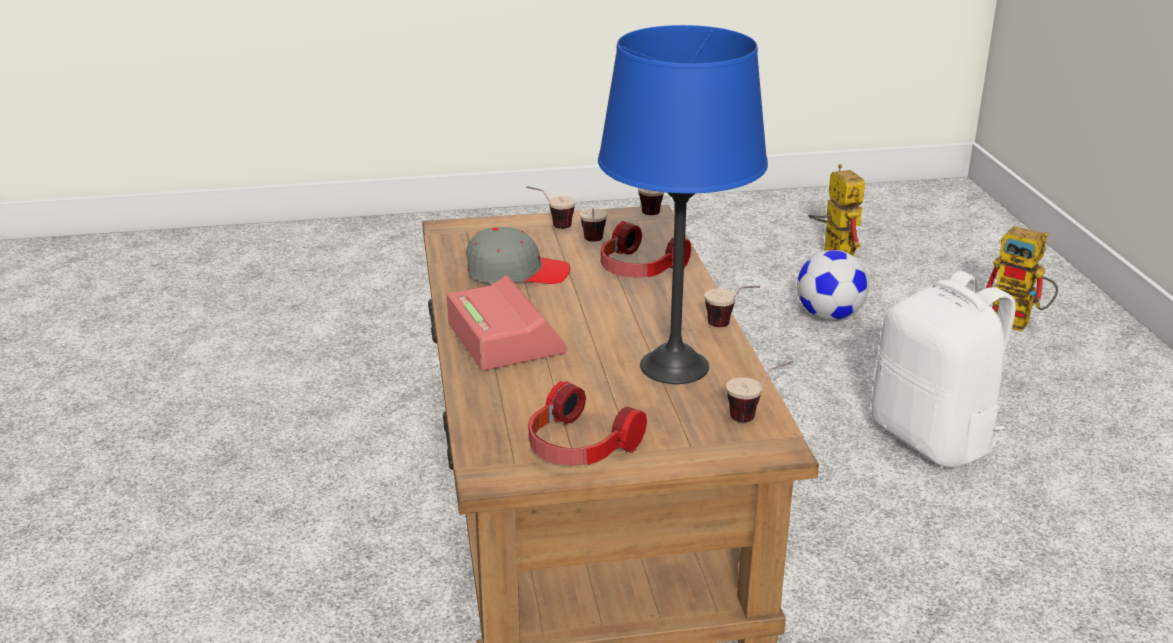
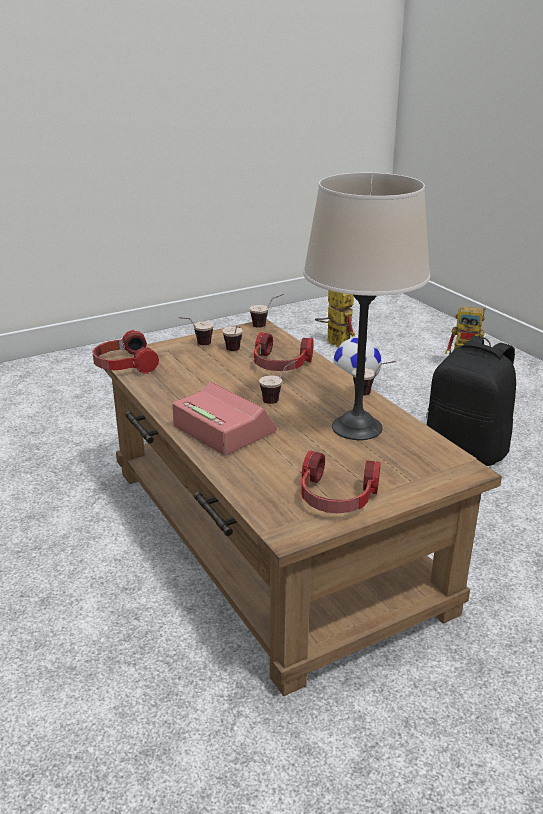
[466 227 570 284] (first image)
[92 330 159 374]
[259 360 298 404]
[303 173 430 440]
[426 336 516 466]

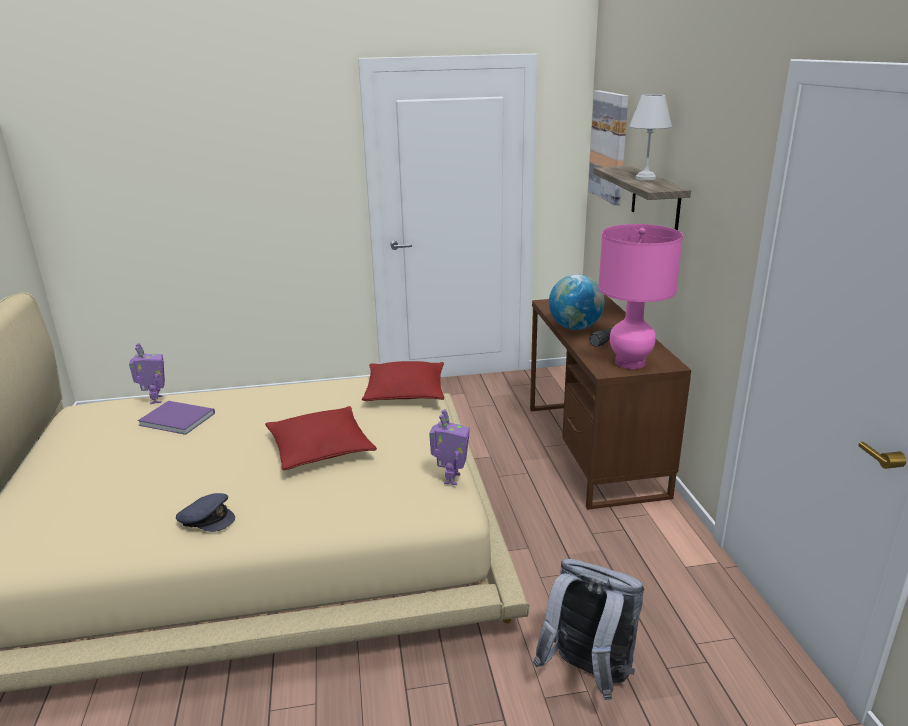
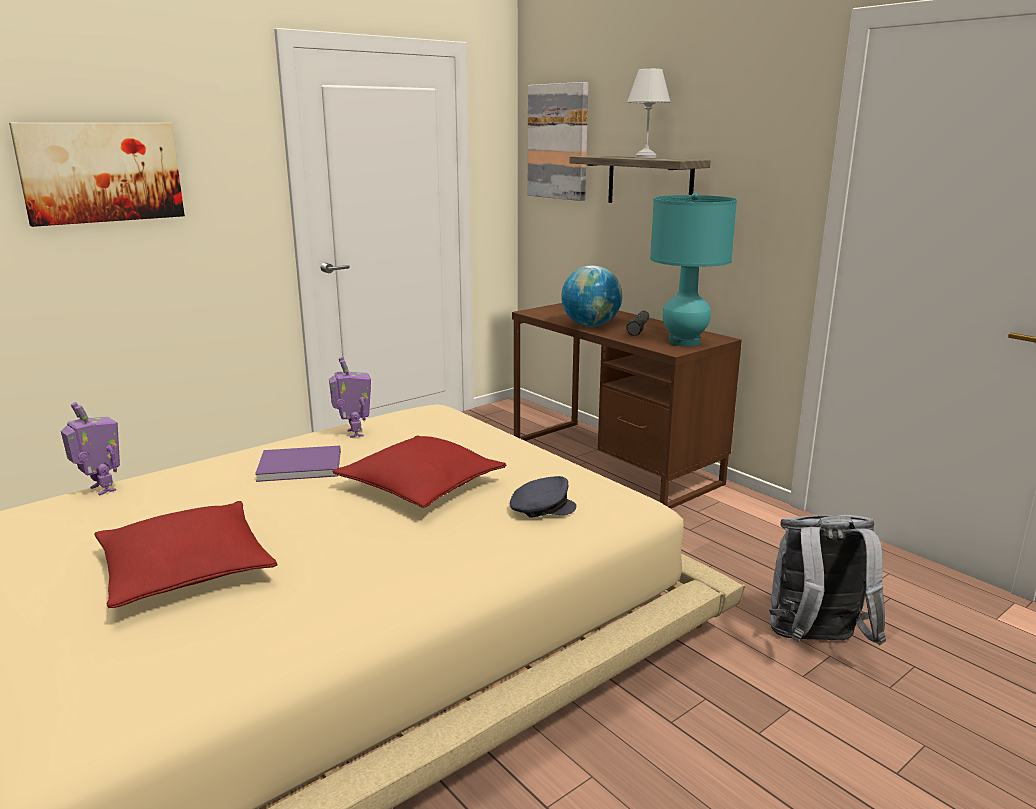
[9 123 185 227]
[255 446 341 482]
[510 476 576 517]
[95 501 278 608]
[329 357 371 438]
[650 192 737 346]

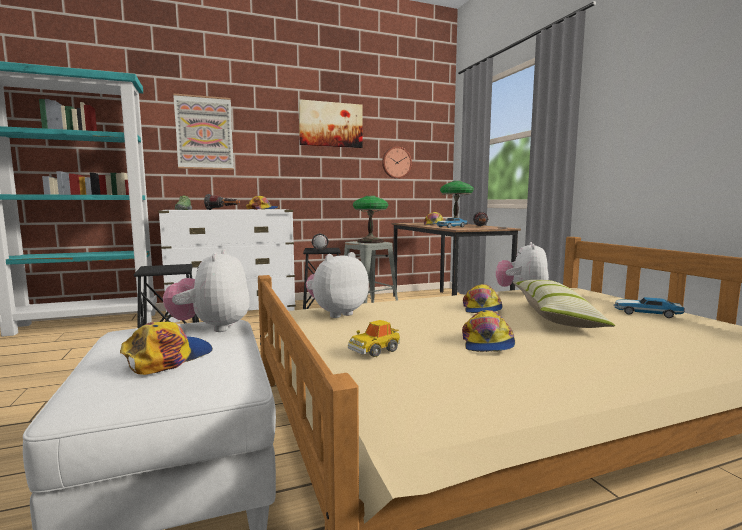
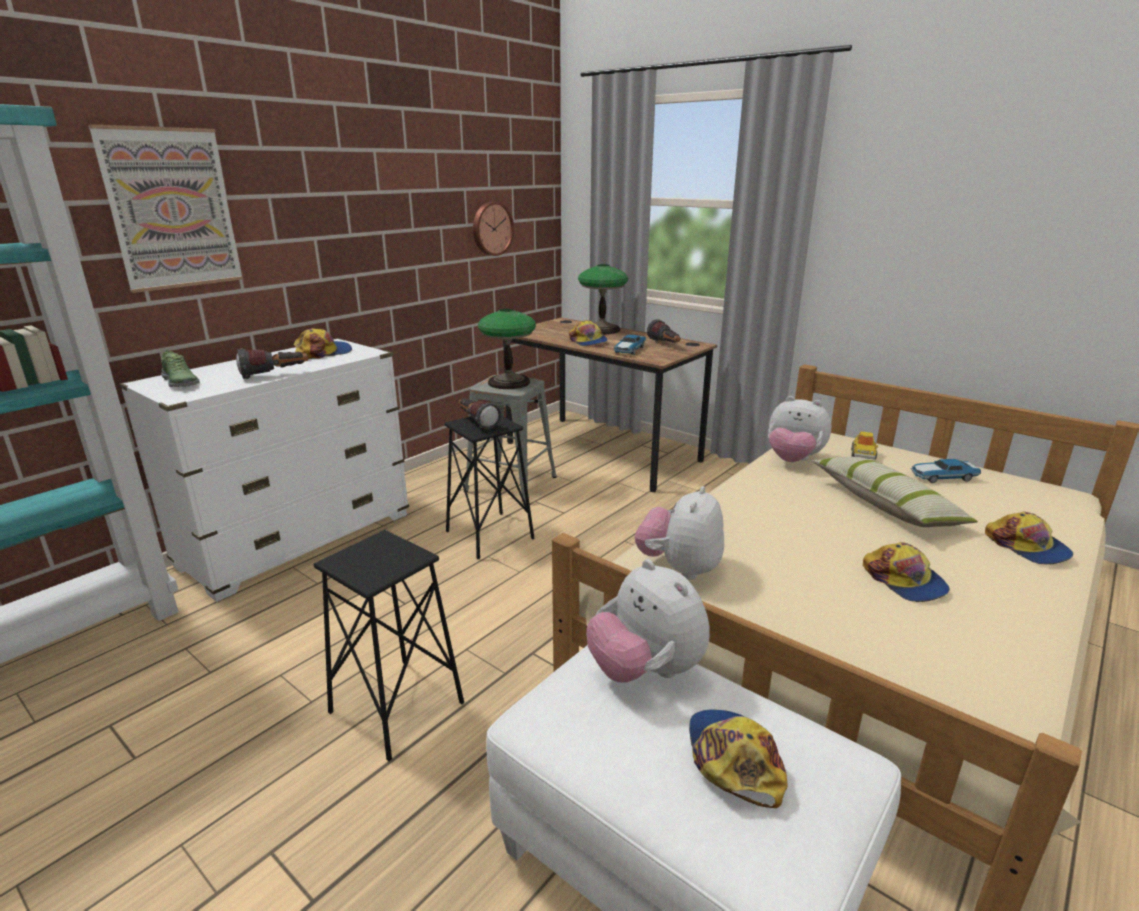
[298 99 363 148] (first image)
[851 432 878 460]
[985 511 1073 564]
[768 396 832 462]

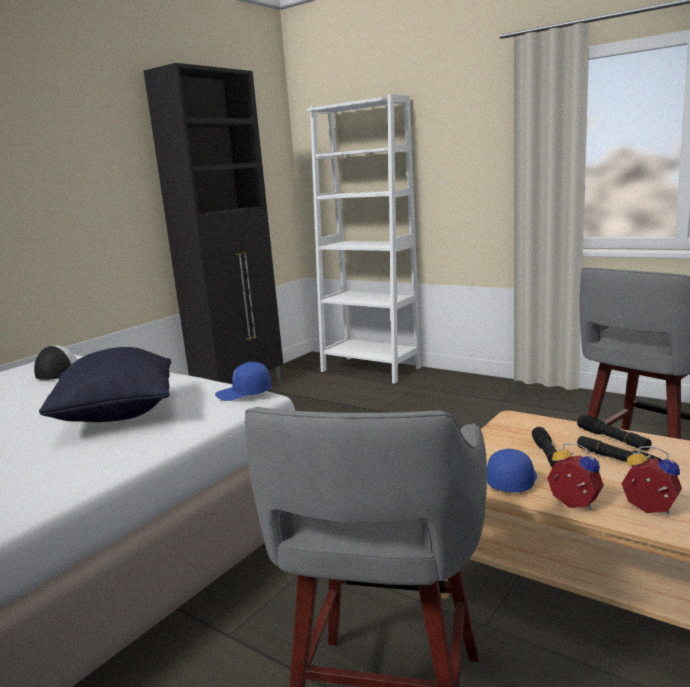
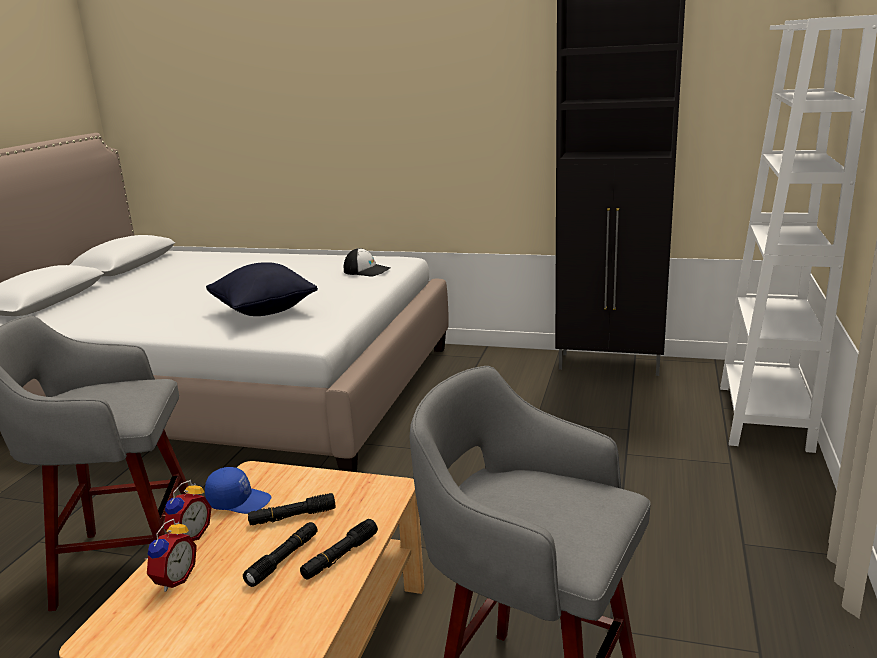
[215 362 271 401] (first image)

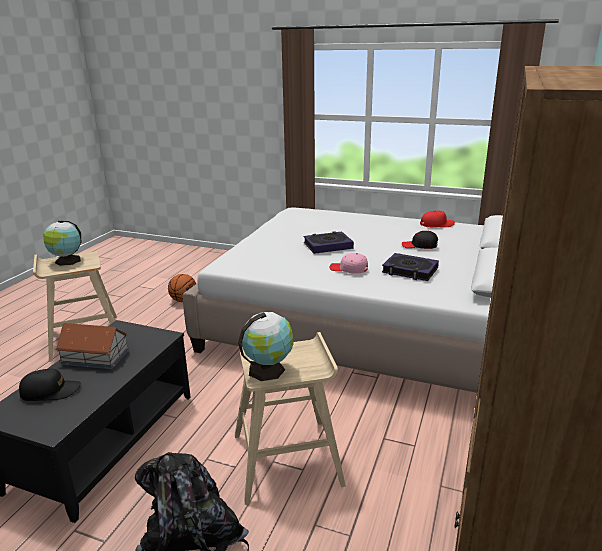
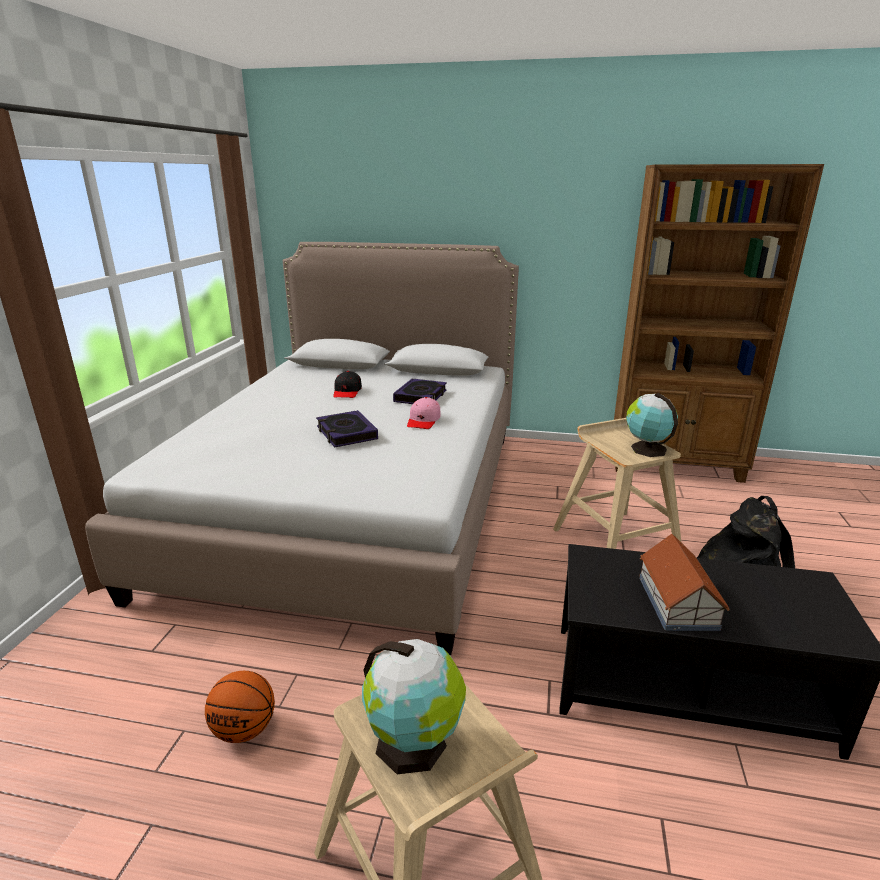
[19 369 81 401] (first image)
[420 211 455 227] (first image)

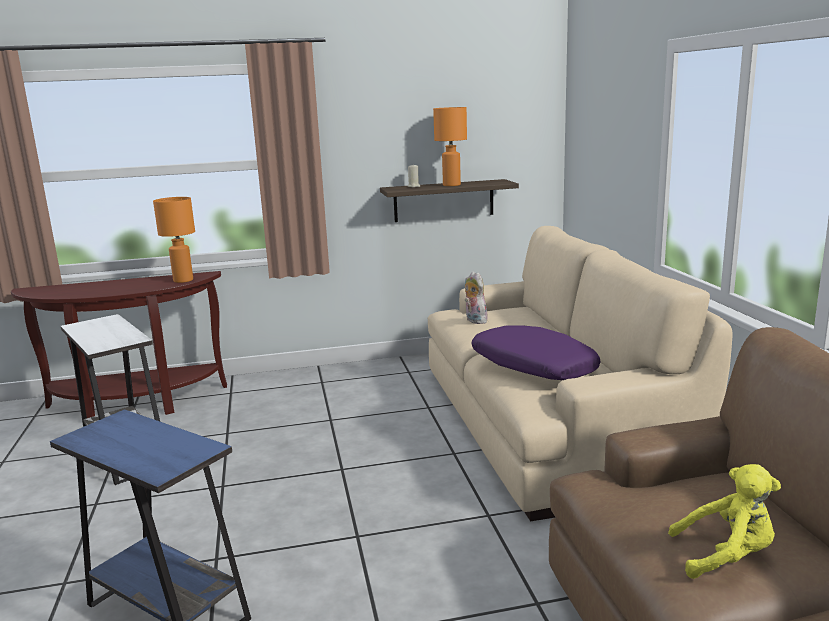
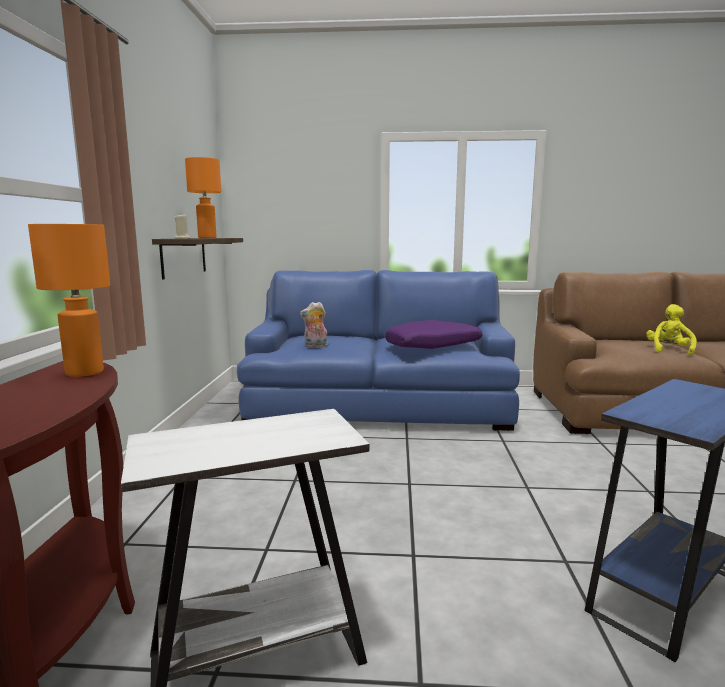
[237 270 520 431]

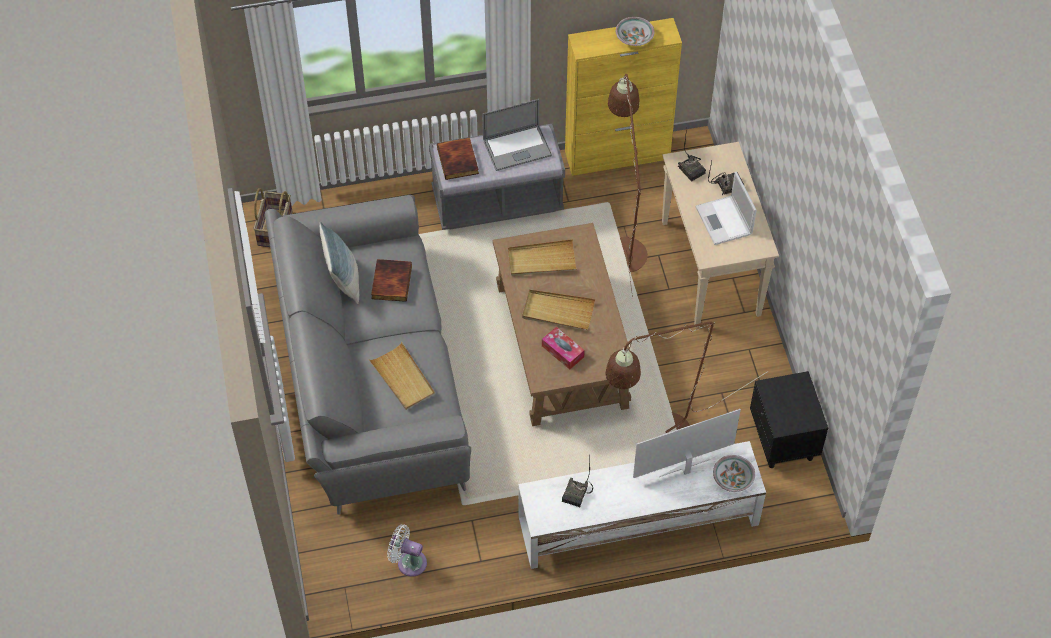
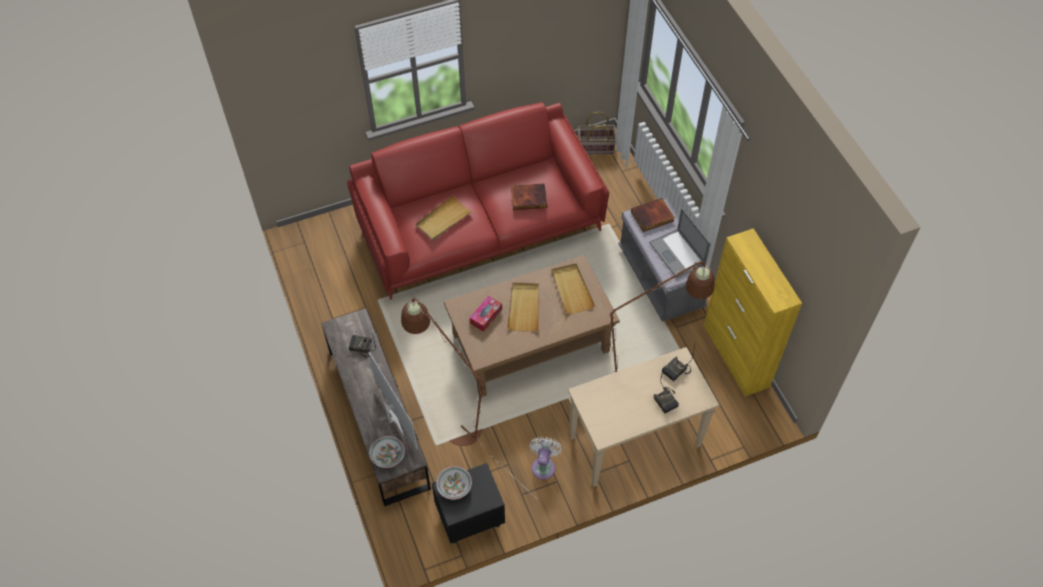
[320 222 359 304] (first image)
[695 172 757 245] (first image)
[530 437 562 480]
[436 466 472 500]
[347 102 609 300]
[321 308 431 506]

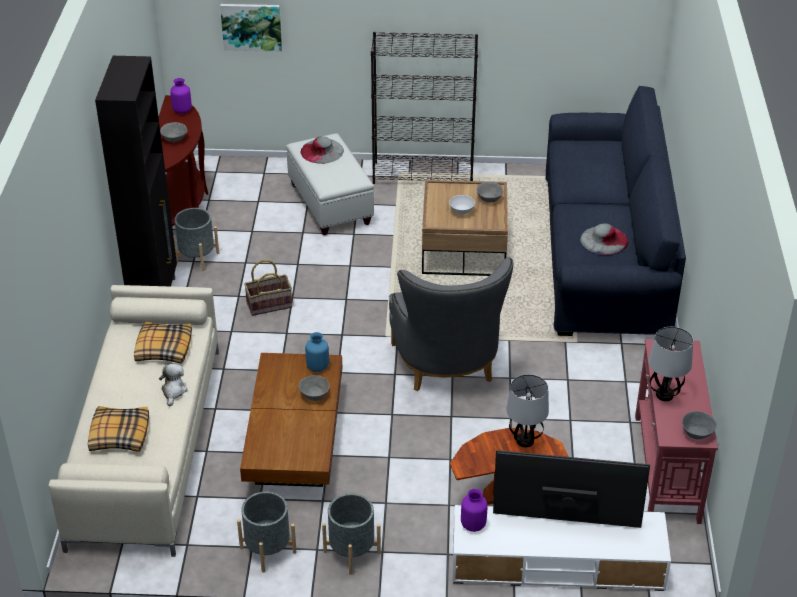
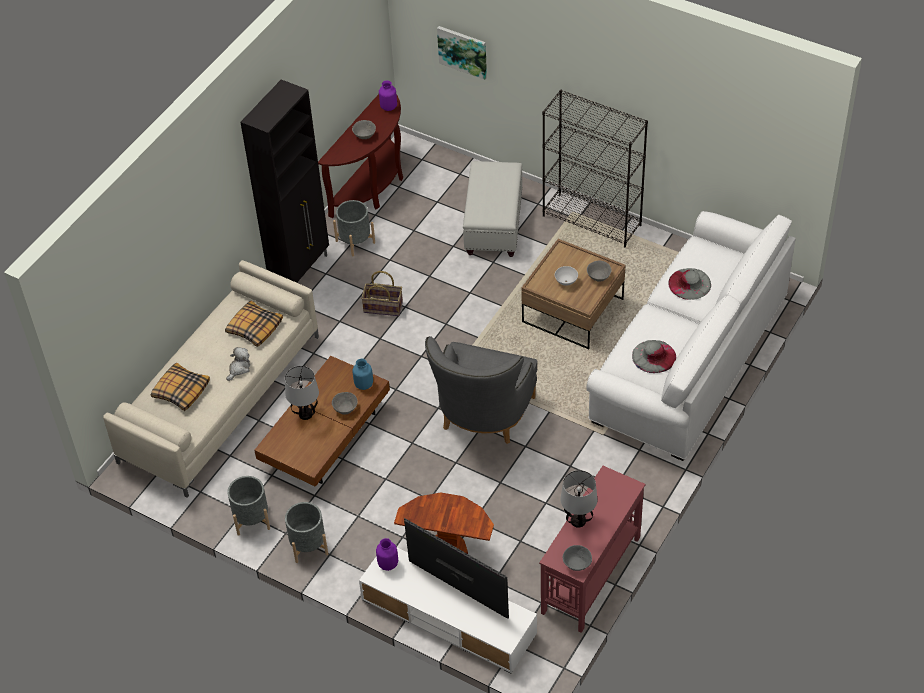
[668 268 711 300]
[285 366 319 420]
[586 211 796 461]

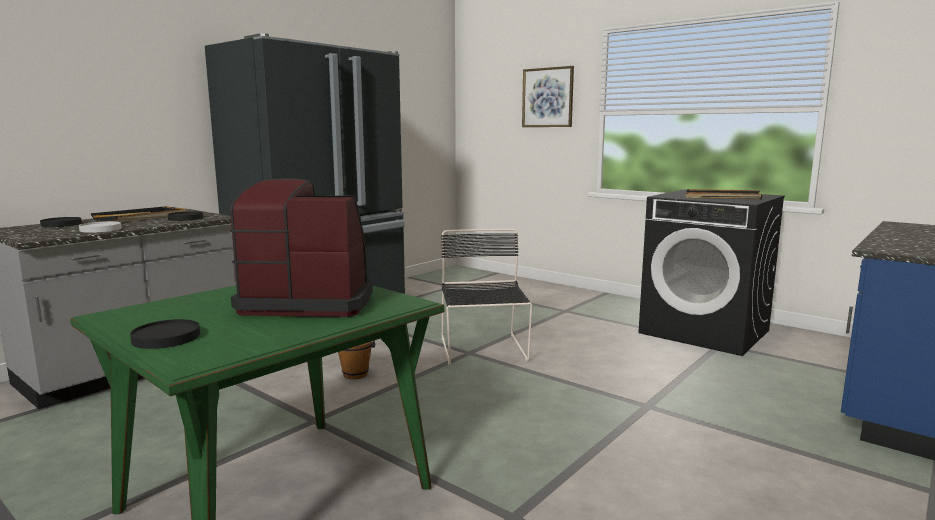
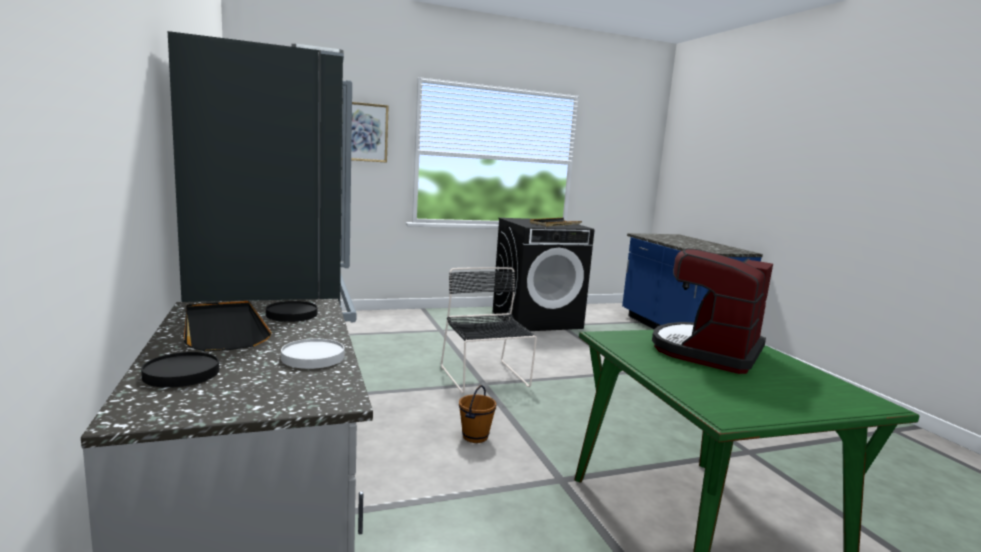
[130 319 200 349] (first image)
[441 267 537 394]

